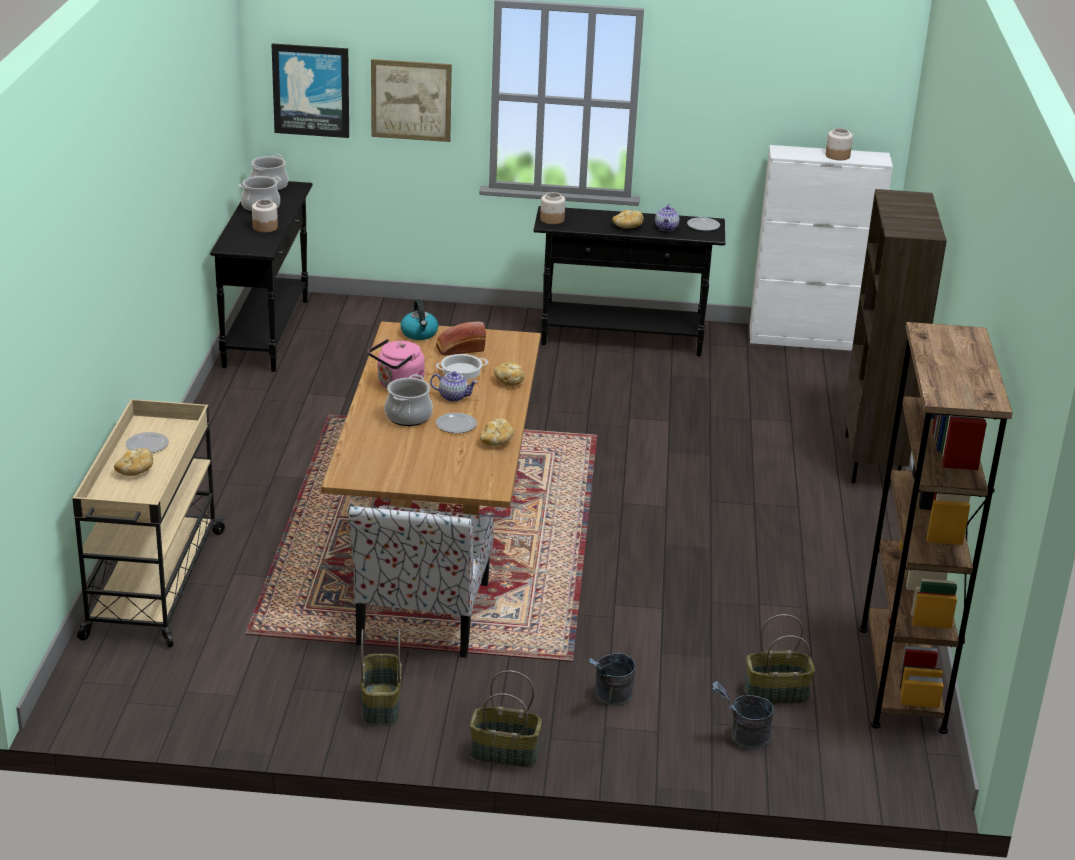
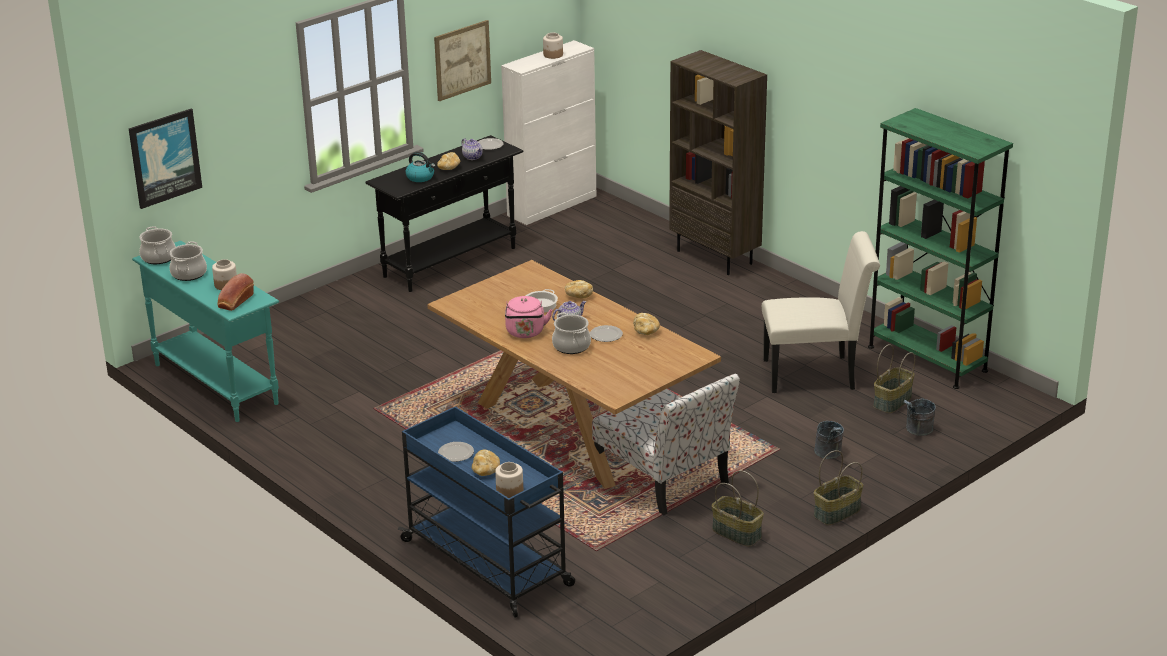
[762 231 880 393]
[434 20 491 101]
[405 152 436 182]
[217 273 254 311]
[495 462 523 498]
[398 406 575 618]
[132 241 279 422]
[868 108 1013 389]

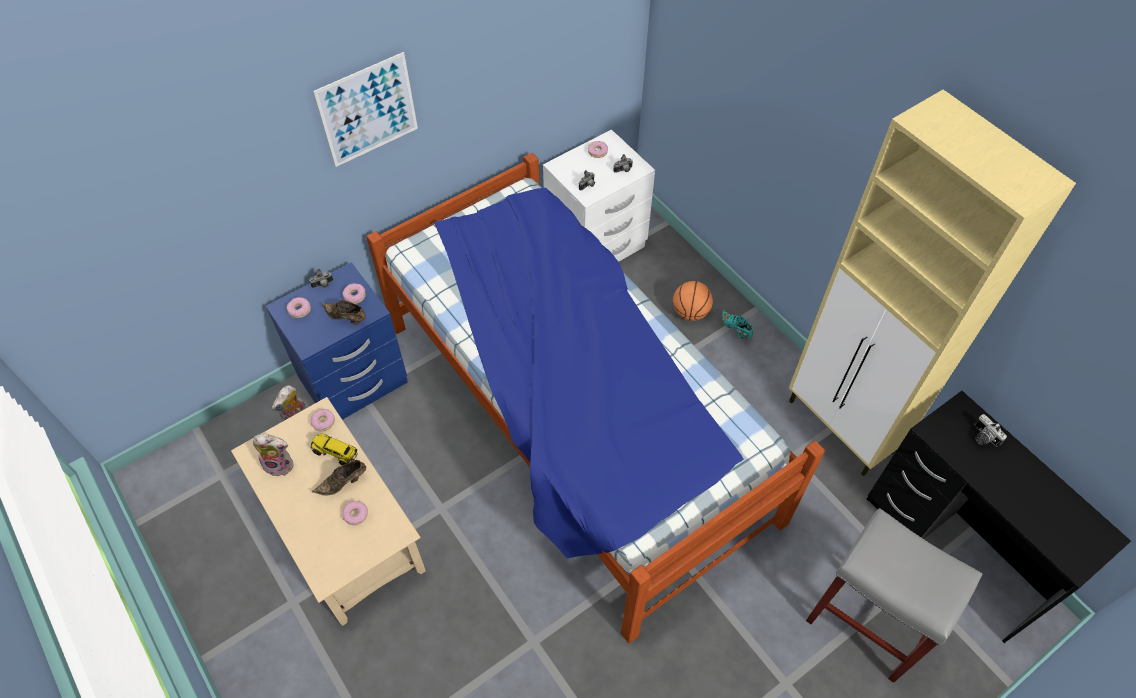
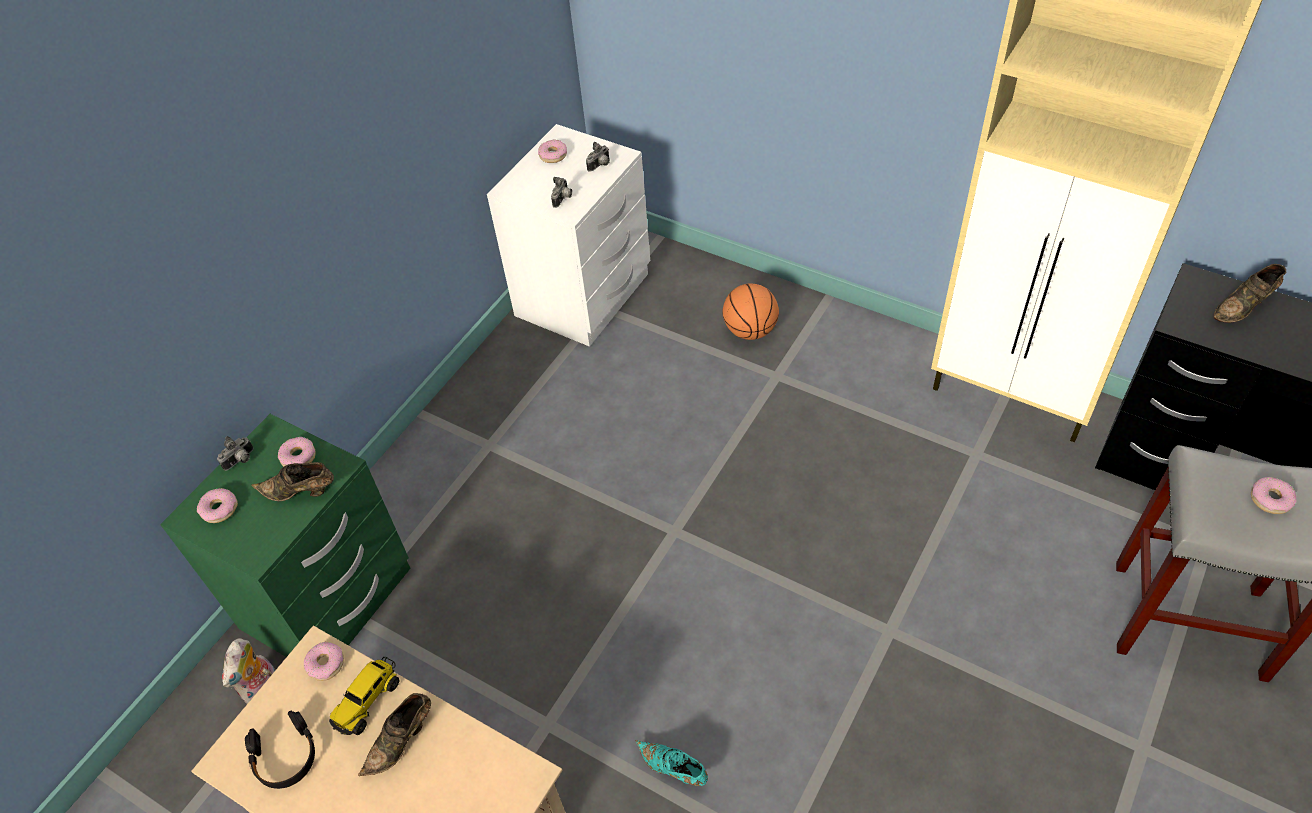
[313 52 418 167] (first image)
[366 153 825 643] (first image)
[1251 477 1297 514]
[636 740 708 786]
[245 711 315 789]
[1214 264 1286 323]
[160 414 411 657]
[329 657 399 735]

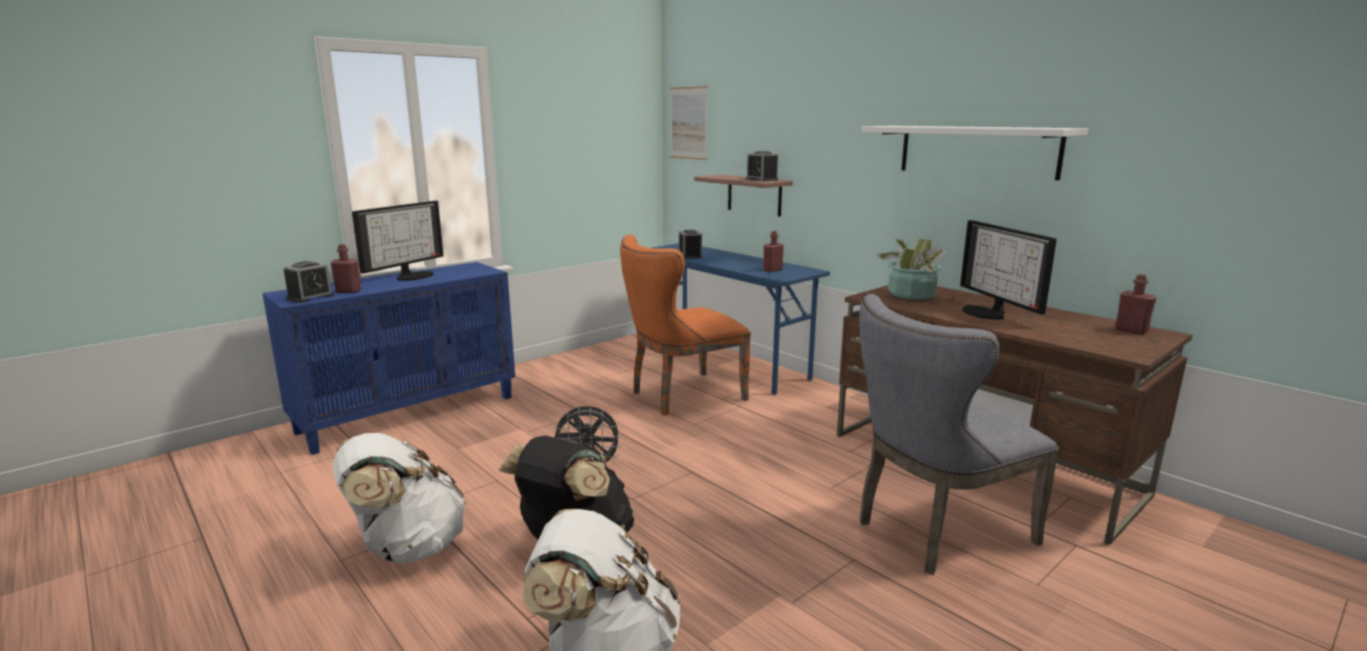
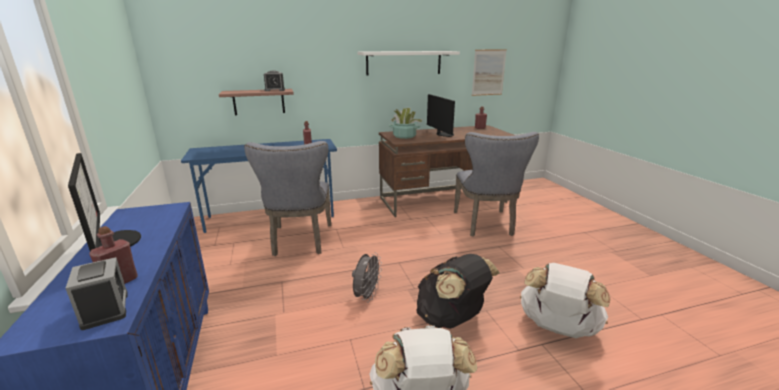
[679 230 702 259] (first image)
[472 49 507 96]
[244 141 331 256]
[427 94 455 137]

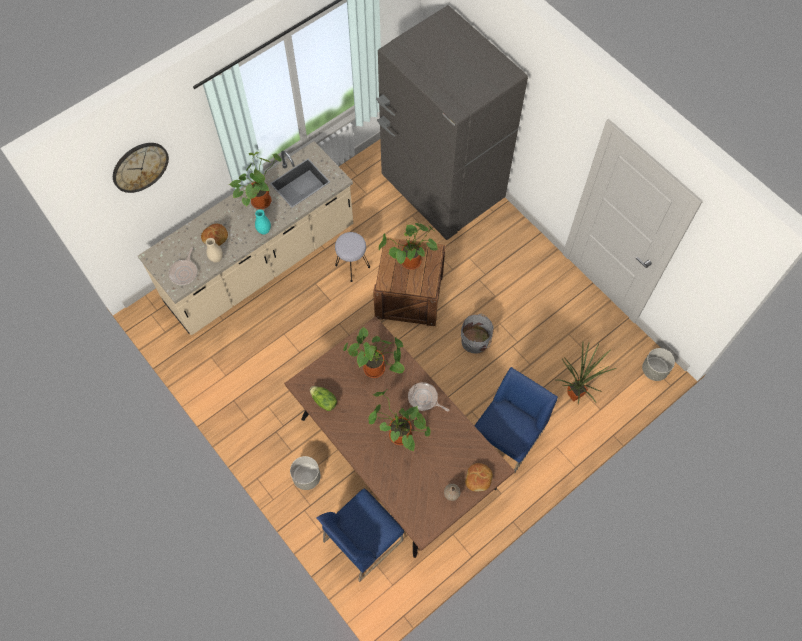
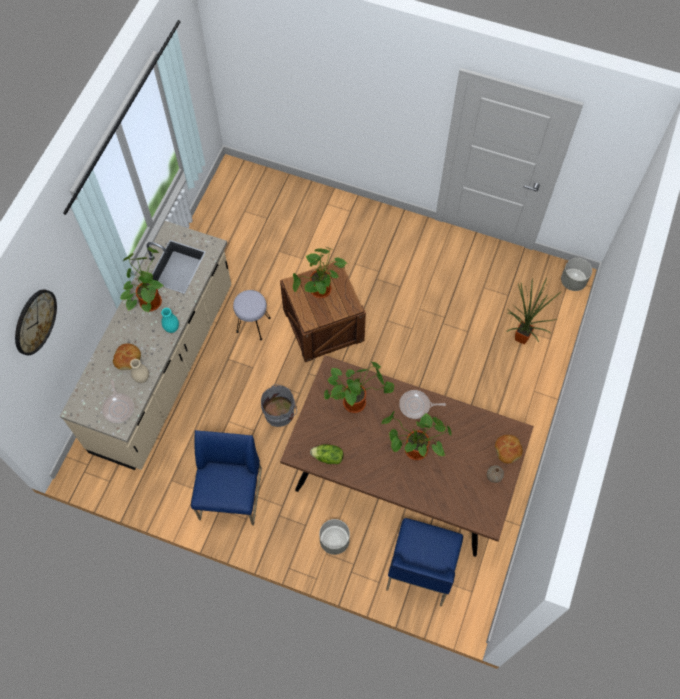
[376 5 528 240] (first image)
[261 384 297 427]
[191 430 262 525]

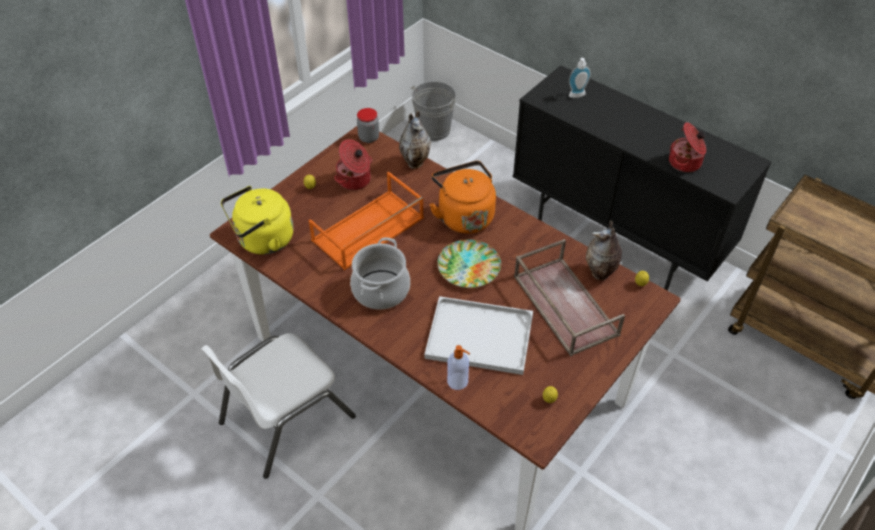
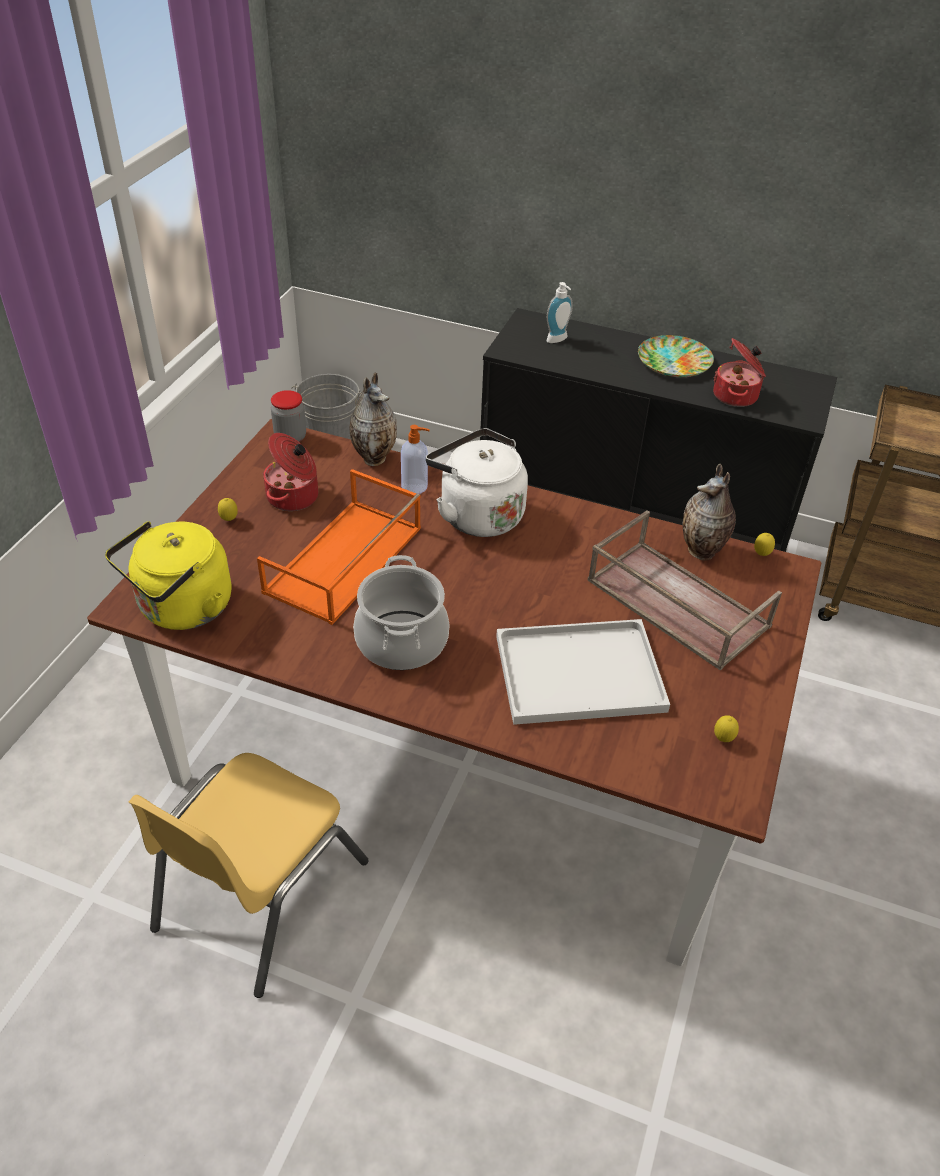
[638 335 714 377]
[401 425 430 494]
[129 753 369 998]
[426 428 528 537]

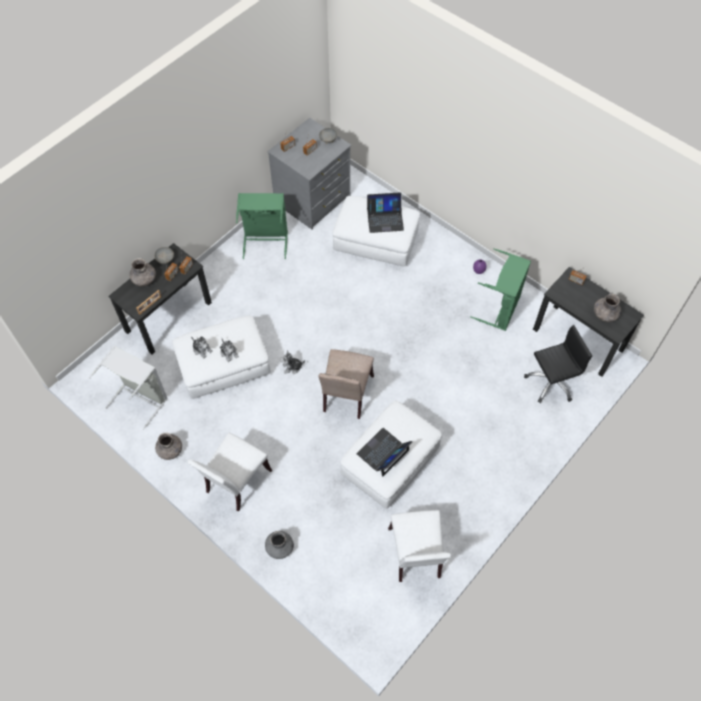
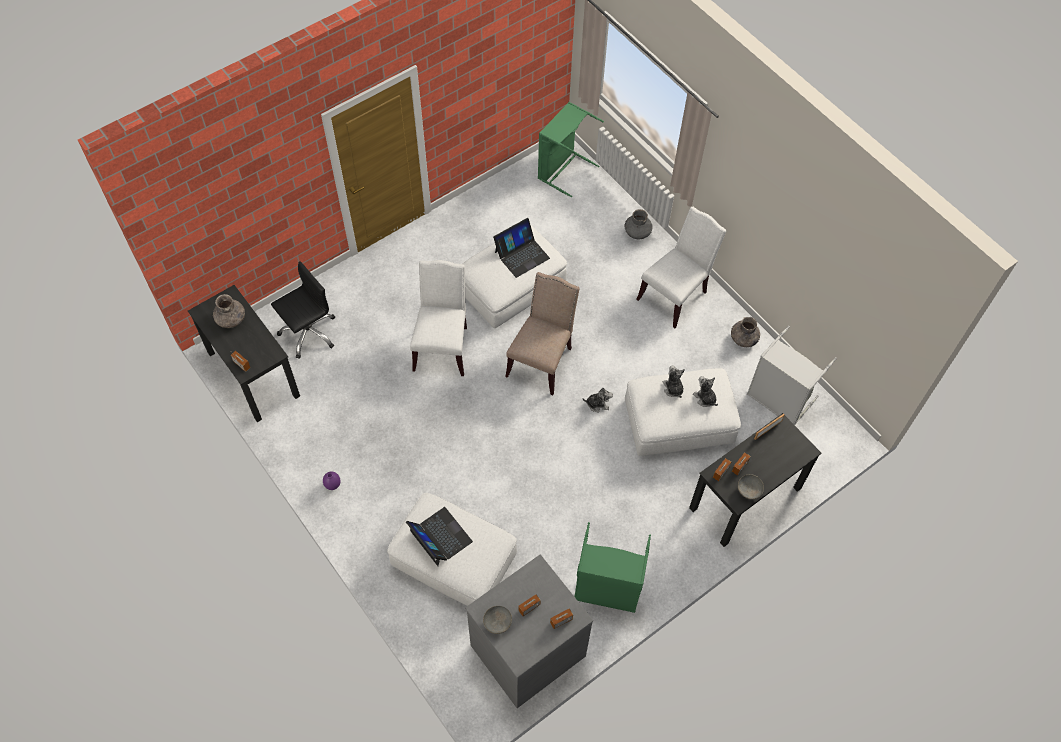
[129 258 156 286] (first image)
[410 260 467 376]
[538 102 604 197]
[406 507 473 566]
[271 261 335 359]

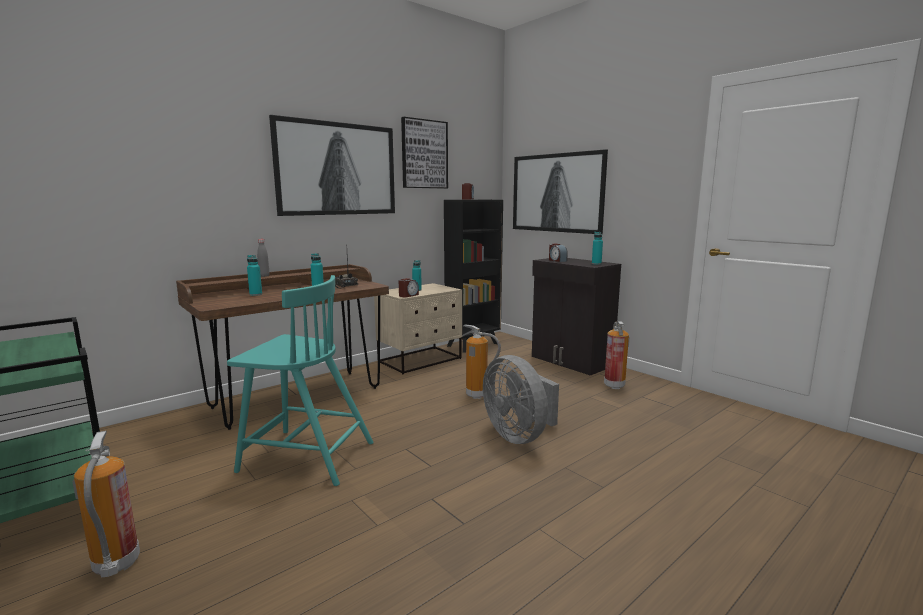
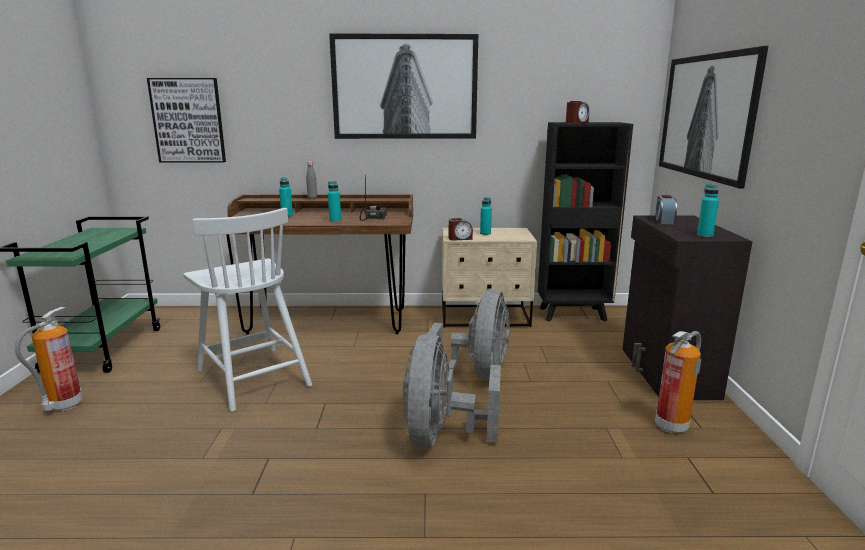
[147 78 226 163]
[427 290 510 380]
[183 208 312 412]

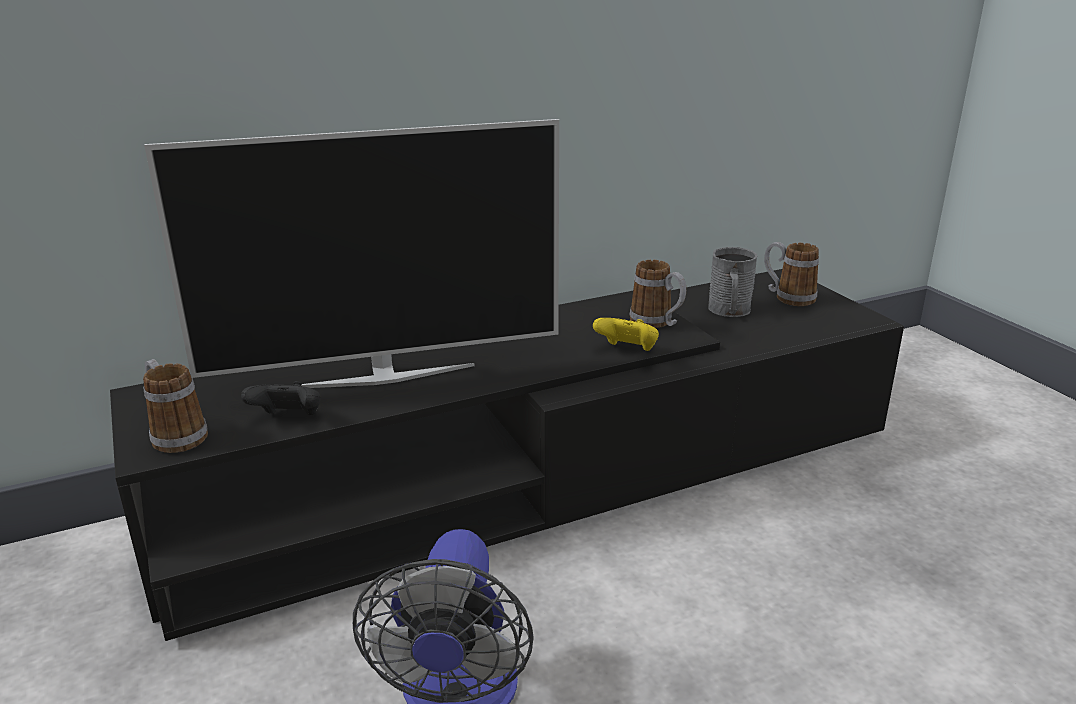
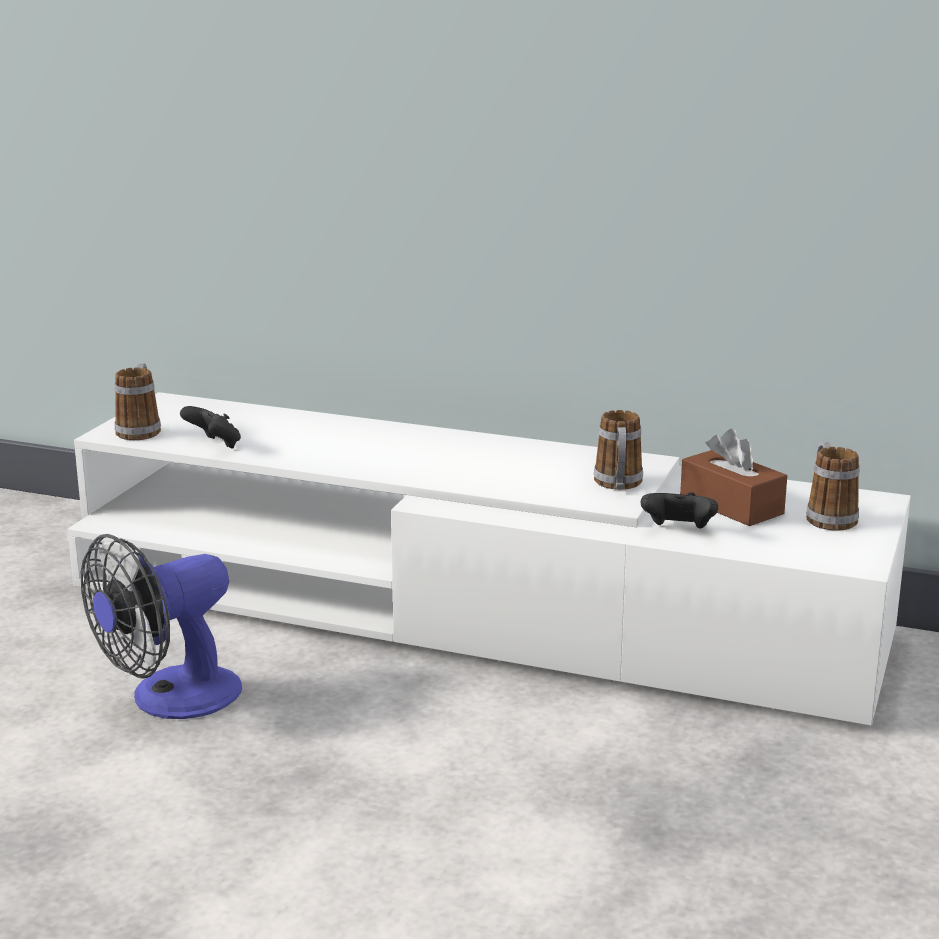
[144 119 559 388] (first image)
[593 318 659 351] (first image)
[641 492 718 529]
[680 429 787 526]
[68 392 911 726]

